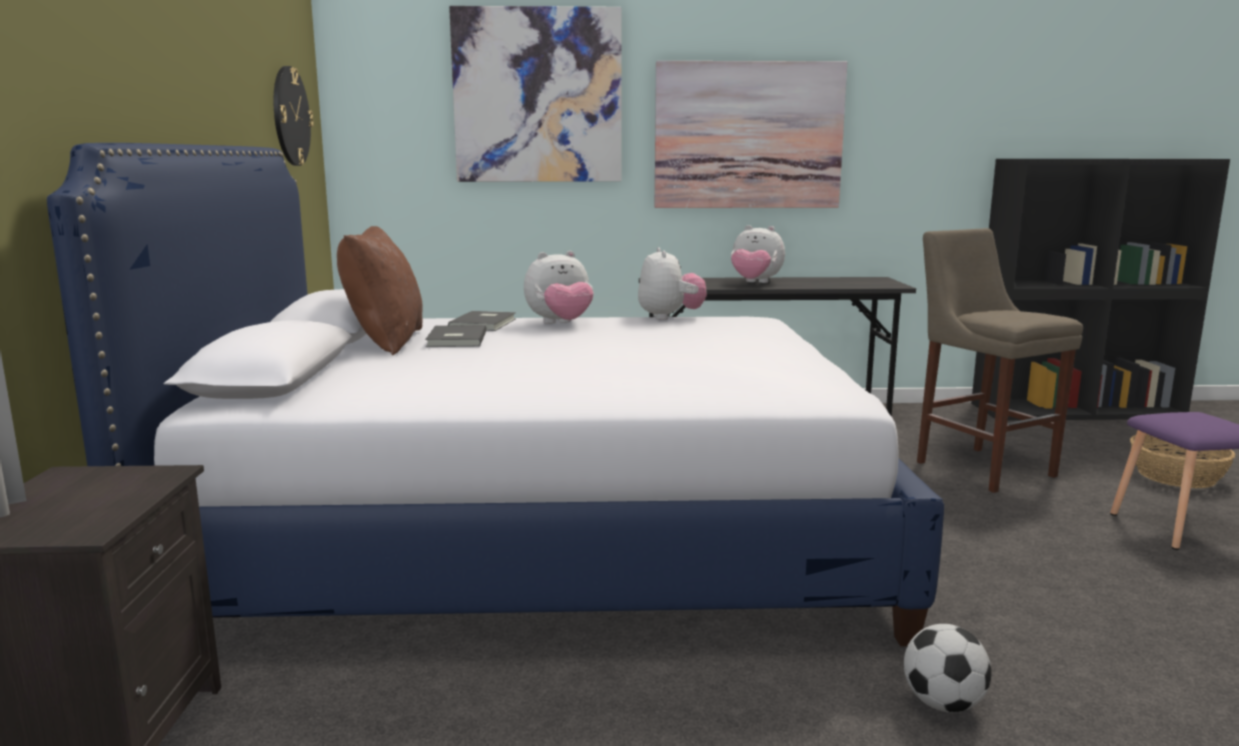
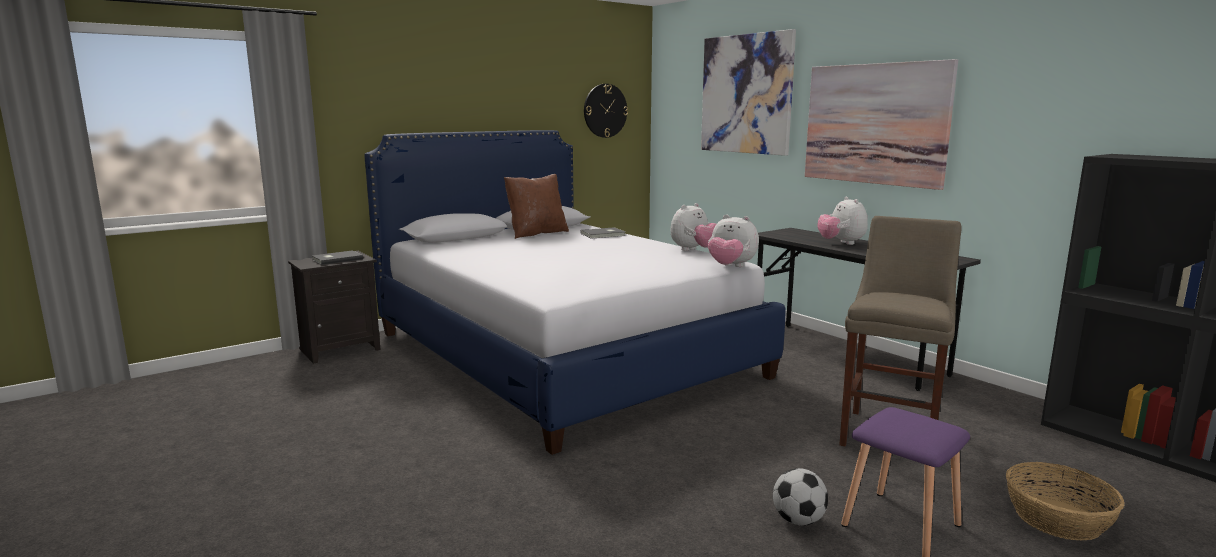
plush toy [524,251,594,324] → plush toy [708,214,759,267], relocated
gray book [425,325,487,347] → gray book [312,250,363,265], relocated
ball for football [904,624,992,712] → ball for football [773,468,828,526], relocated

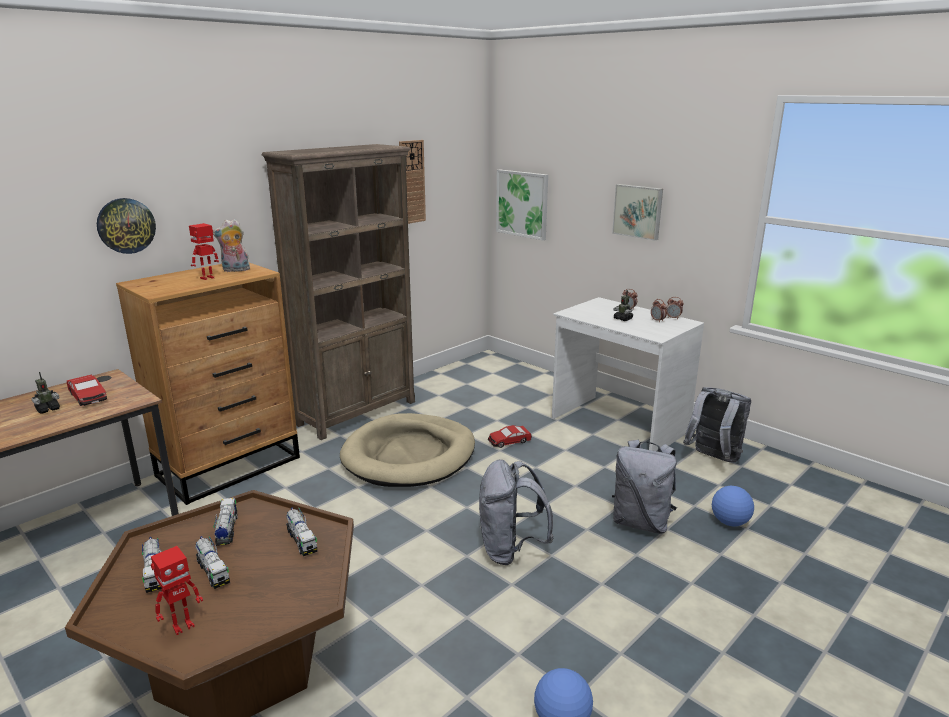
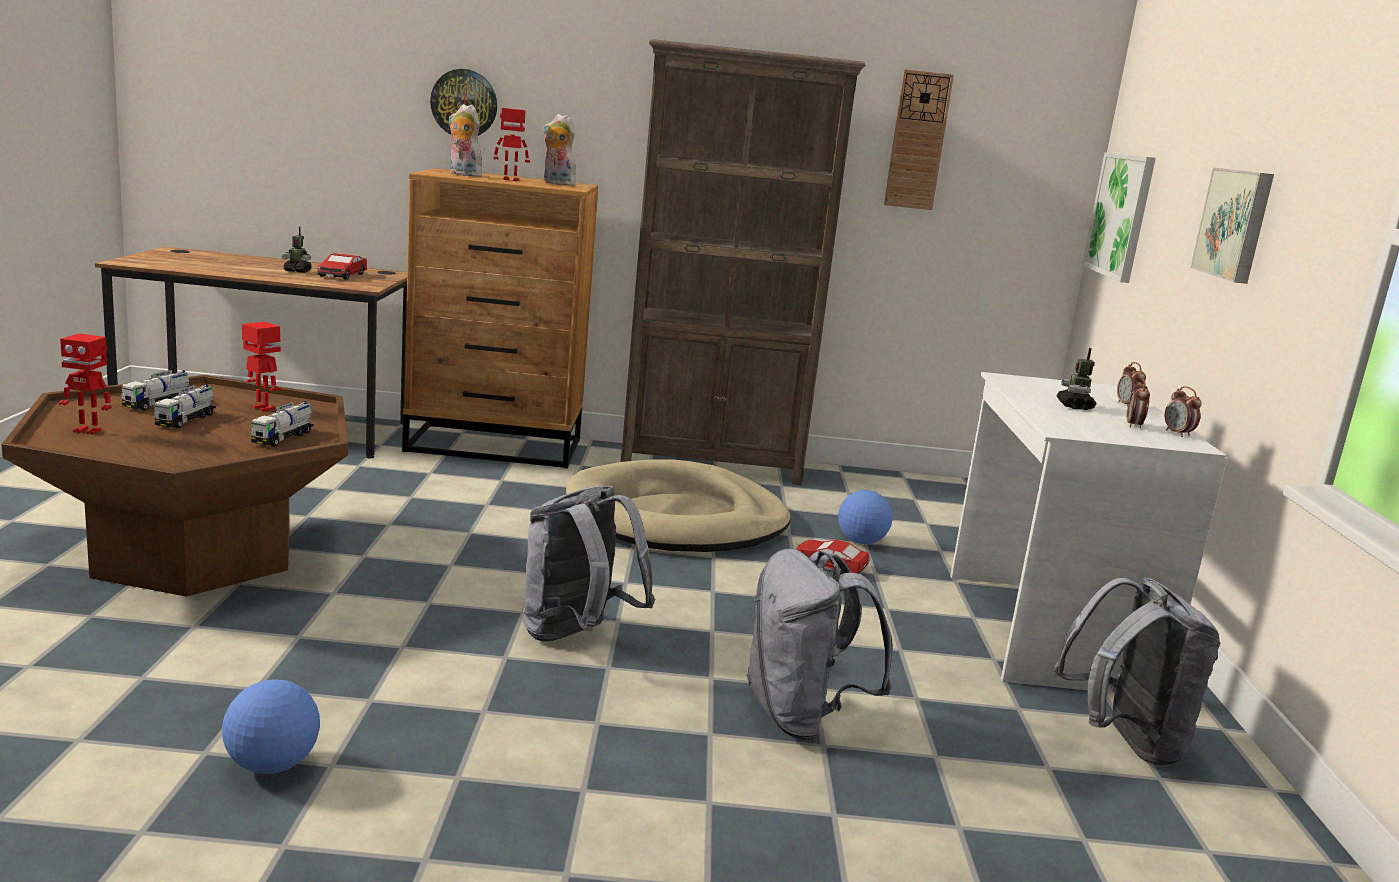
ball for football [712,486,754,526] → ball for football [838,490,893,544], relocated
model truck [213,498,238,546] → robot figure [242,322,281,411]
- → plush toy [448,104,482,177]

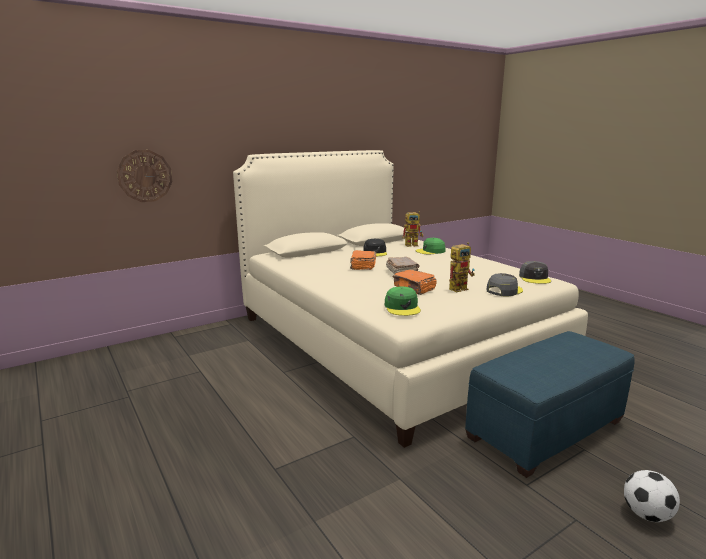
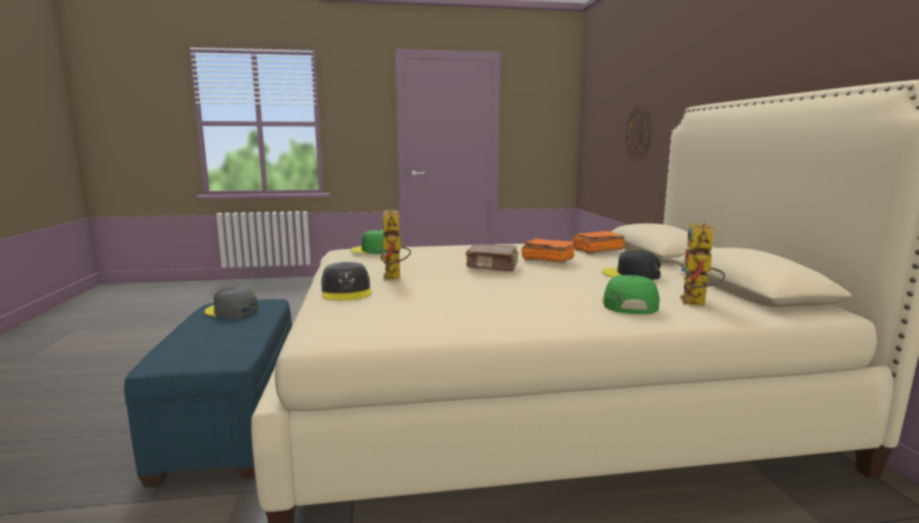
gray baseball cap [519,261,551,284] → gray baseball cap [205,287,259,318], relocated
orange book [393,269,437,295] → orange book [573,231,625,254], relocated
ball for football [624,470,680,522] → -

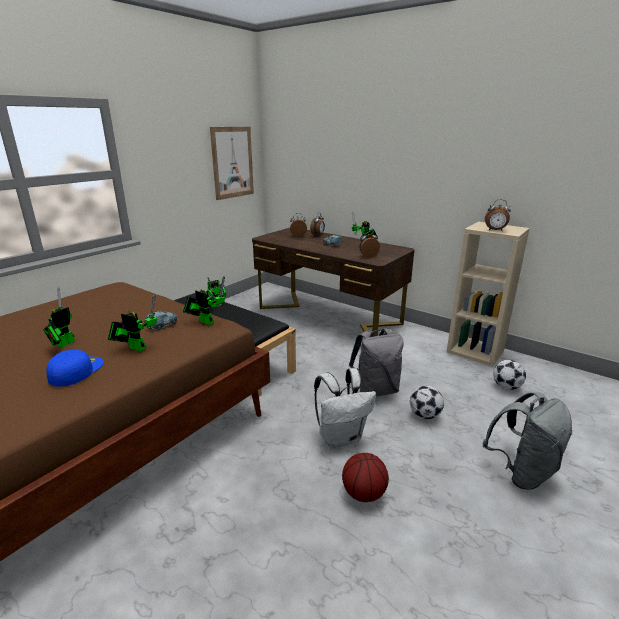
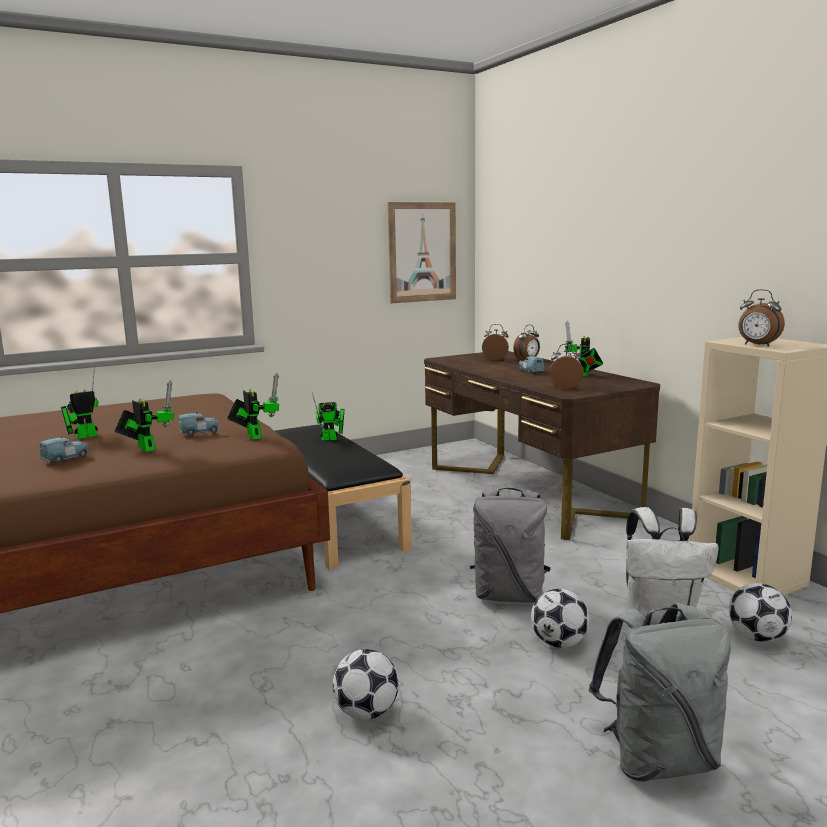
blue baseball cap [47,350,104,387] → blue model car [40,436,88,463]
white backpack [314,368,376,448] → white backpack [626,507,719,623], relocated
basketball ball [342,453,389,502] → ball for football [332,649,399,720]

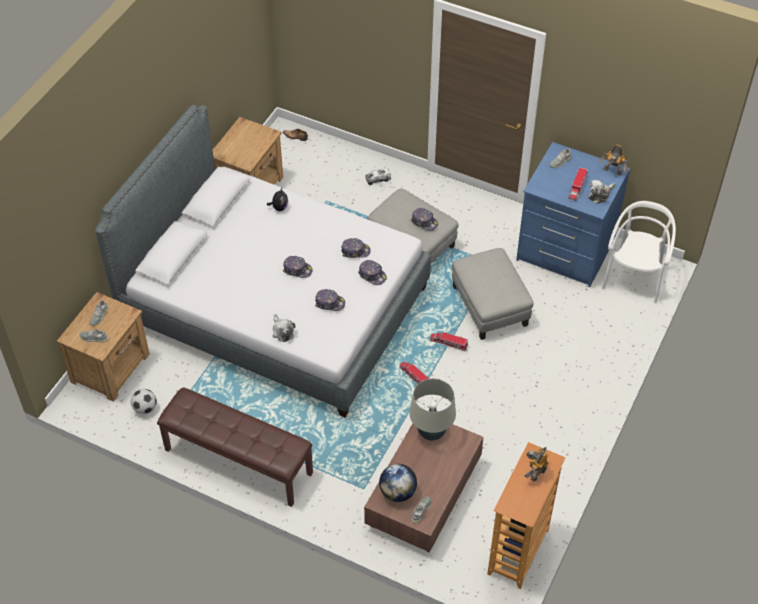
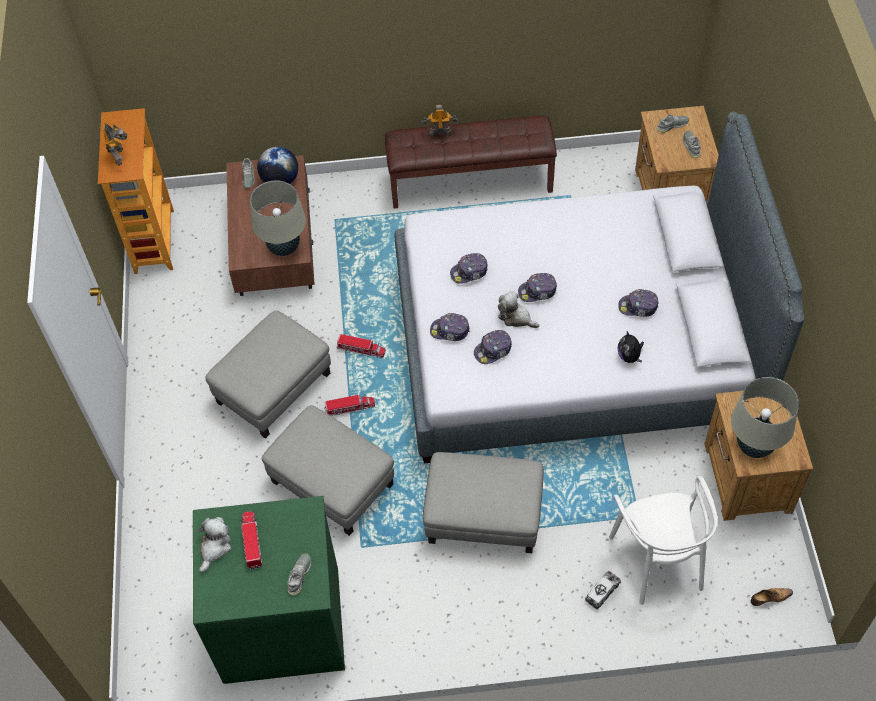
blue dresser [516,142,630,287] → greenish dresser [193,496,345,684]
robot figure [599,144,628,176] → robot figure [422,105,458,138], relocated
white upright chair [602,201,676,303] → white upright chair [609,476,718,605], relocated
baseball cap [411,208,438,231] → baseball cap [618,289,658,317], relocated
plush toy [273,314,295,342] → plush toy [498,291,539,328], relocated
ball for football [131,389,157,414] → -
- → gray ottoman [205,311,331,439]
- → sand-coloured tabletop lamp [731,377,799,458]

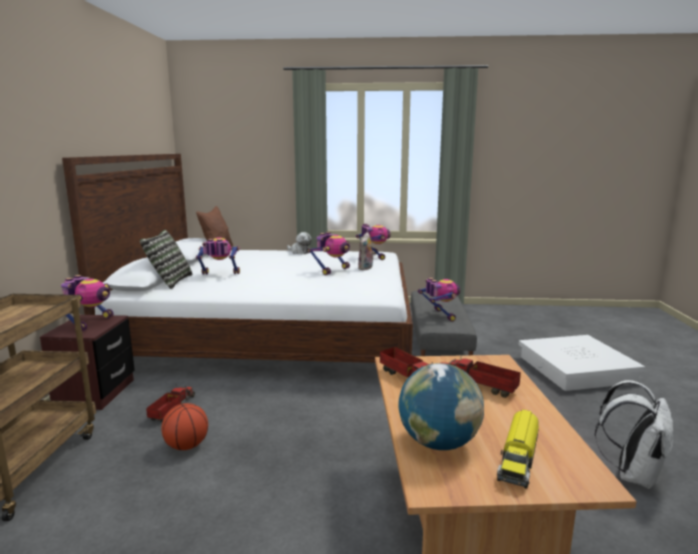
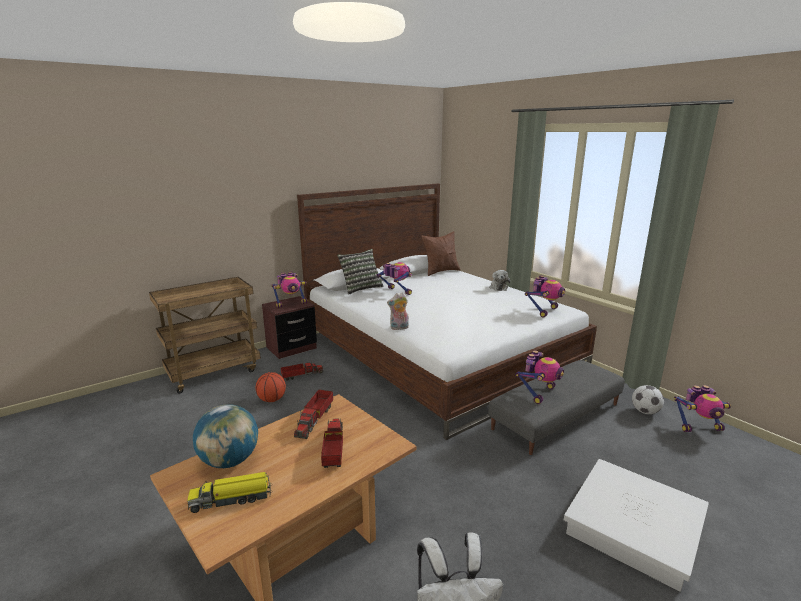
robot figure [308,232,350,275] → robot figure [674,385,731,432], relocated
plush toy [358,232,375,270] → plush toy [387,292,409,330], relocated
- → ball for football [632,385,664,414]

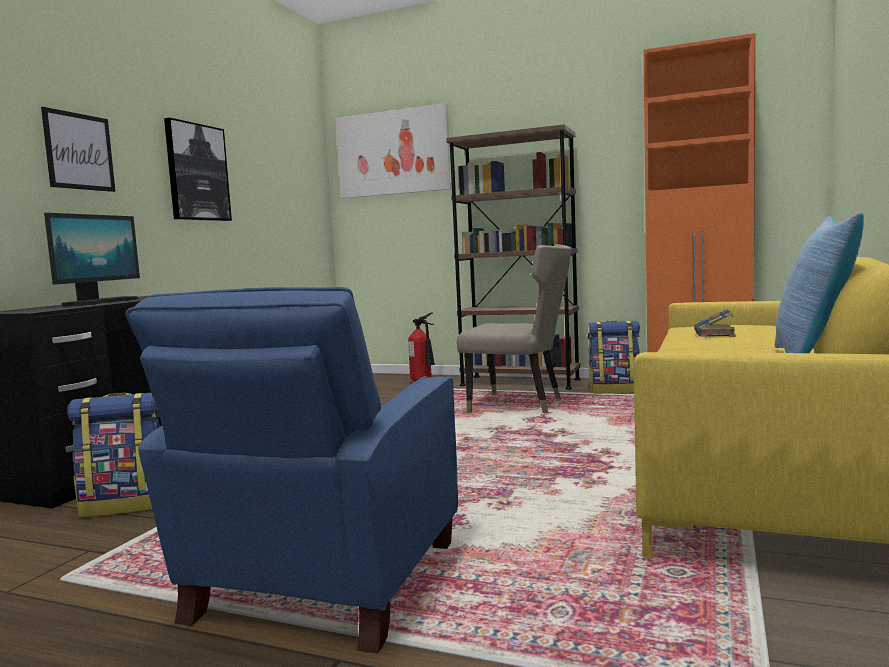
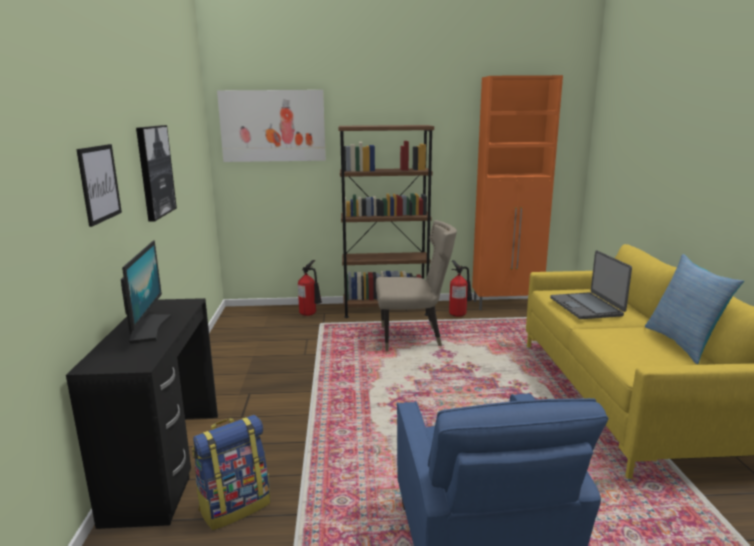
book [694,309,736,337] → portable computer [550,250,632,319]
backpack [587,320,640,394] → fire-fighting cylinder [449,260,472,317]

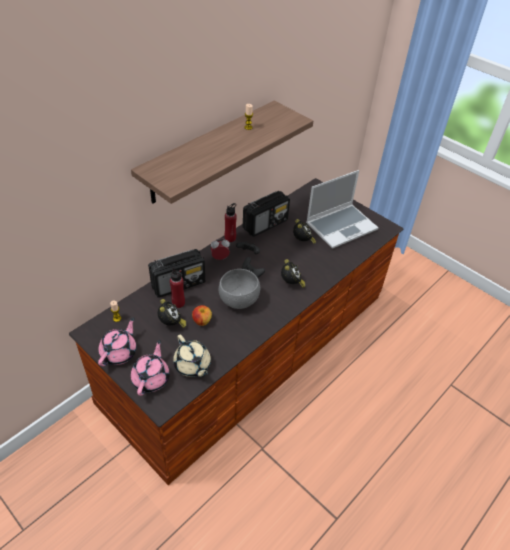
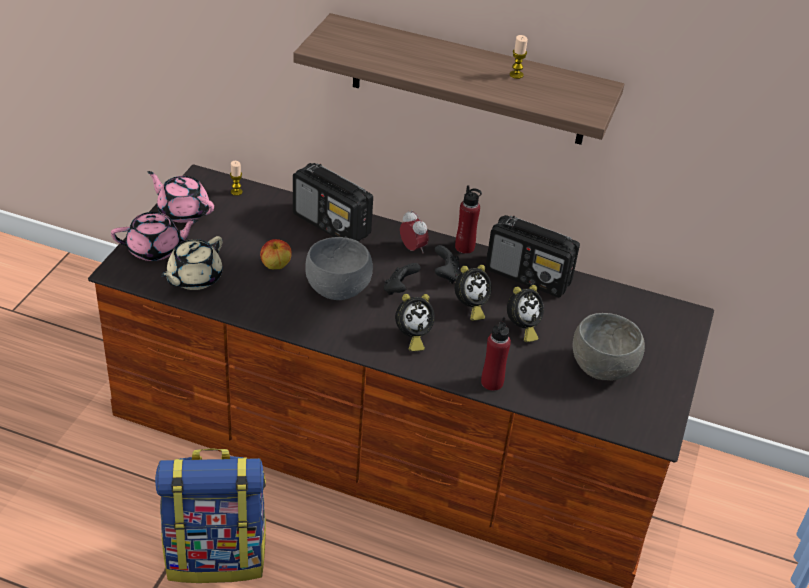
portable computer [306,170,378,249] → gray bowl [572,313,645,381]
reddish drink bottle [170,267,185,308] → reddish drink bottle [481,317,511,391], relocated
alarm clock [158,299,186,328] → alarm clock [455,265,492,321], relocated
pink-coloured pot for tea [98,317,137,366] → pink-coloured pot for tea [148,171,214,223], 150 degrees counterclockwise
- → backpack [155,448,266,583]

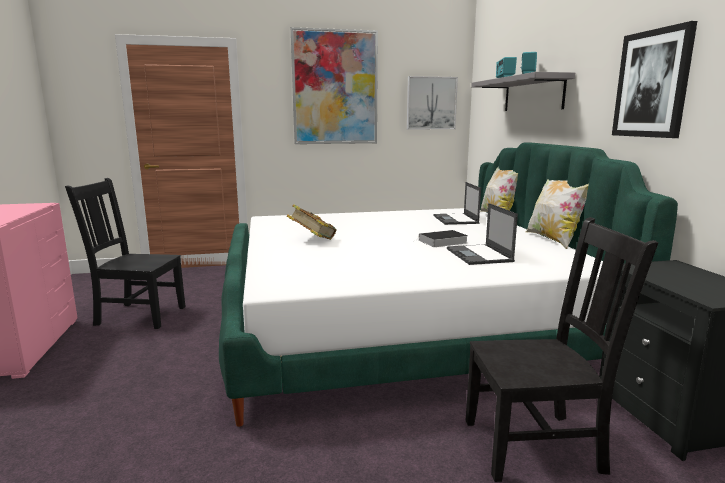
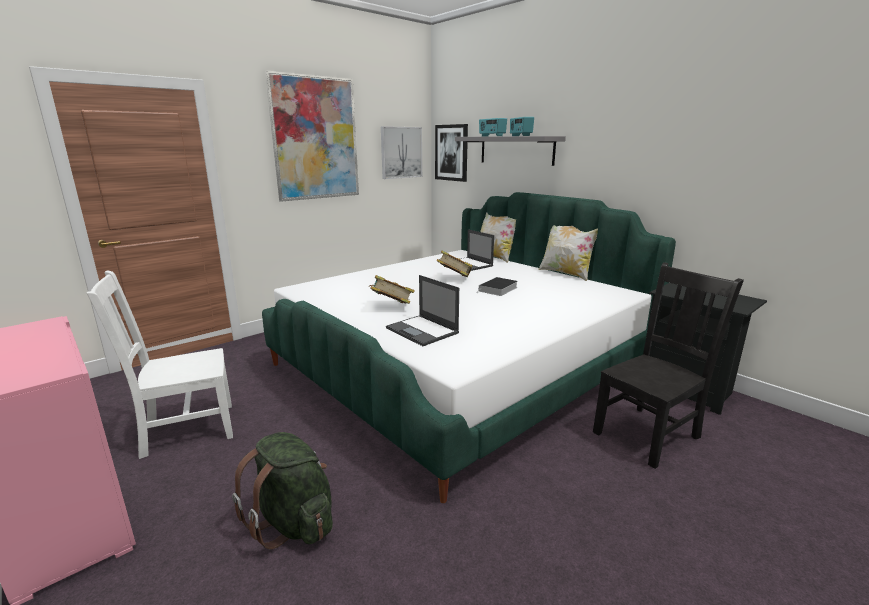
wall art [612,21,697,138] → wall art [435,124,468,182], relocated
black upright chair [65,178,186,329] → white upright chair [87,270,233,459]
portable computer [447,203,518,265] → portable computer [386,275,459,346], relocated
- → book [436,250,472,277]
- → greenish backpack [232,432,333,549]

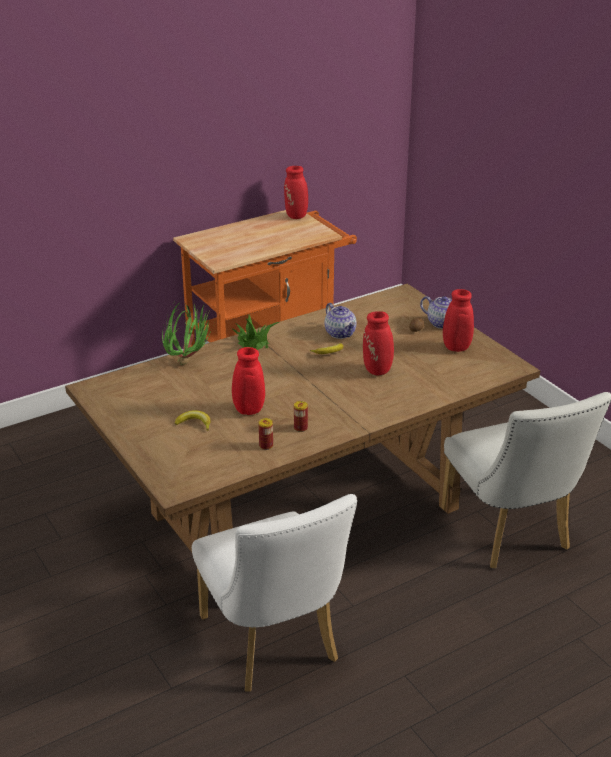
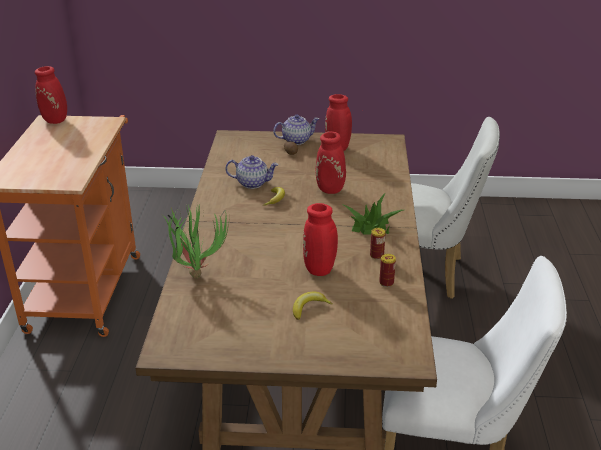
plant in a pot [231,315,279,350] → plant in a pot [341,193,403,235], relocated

